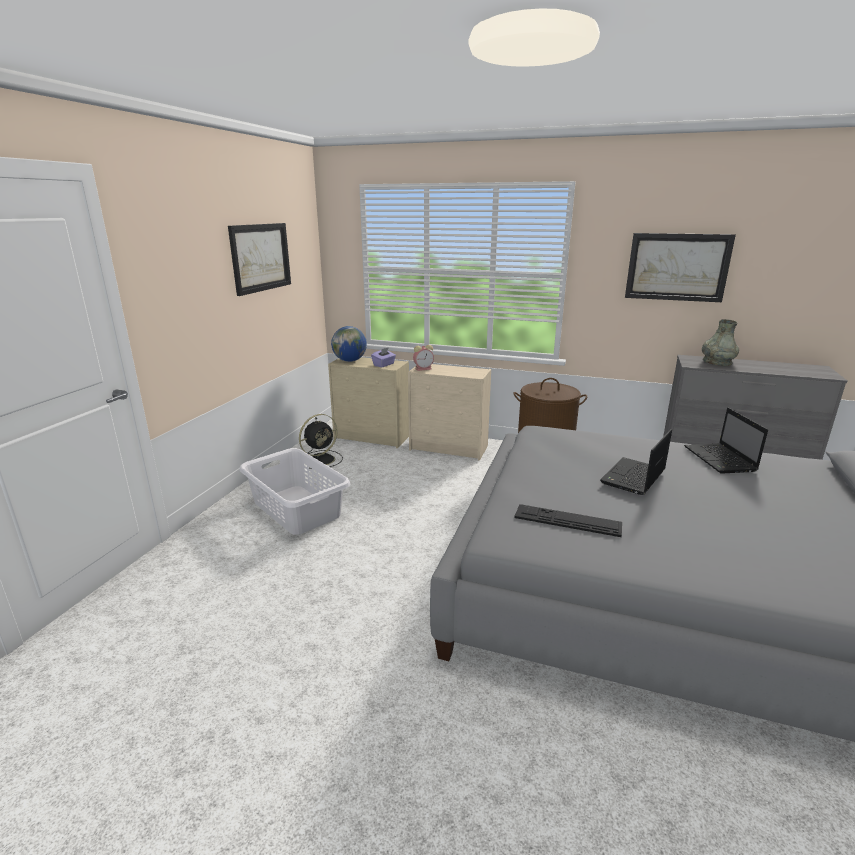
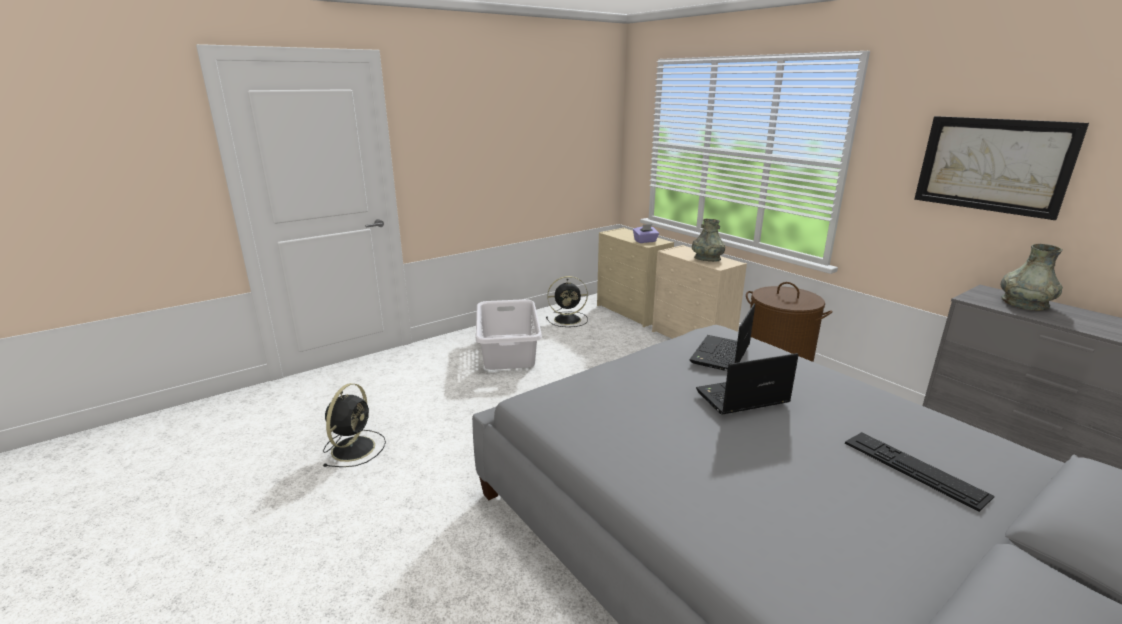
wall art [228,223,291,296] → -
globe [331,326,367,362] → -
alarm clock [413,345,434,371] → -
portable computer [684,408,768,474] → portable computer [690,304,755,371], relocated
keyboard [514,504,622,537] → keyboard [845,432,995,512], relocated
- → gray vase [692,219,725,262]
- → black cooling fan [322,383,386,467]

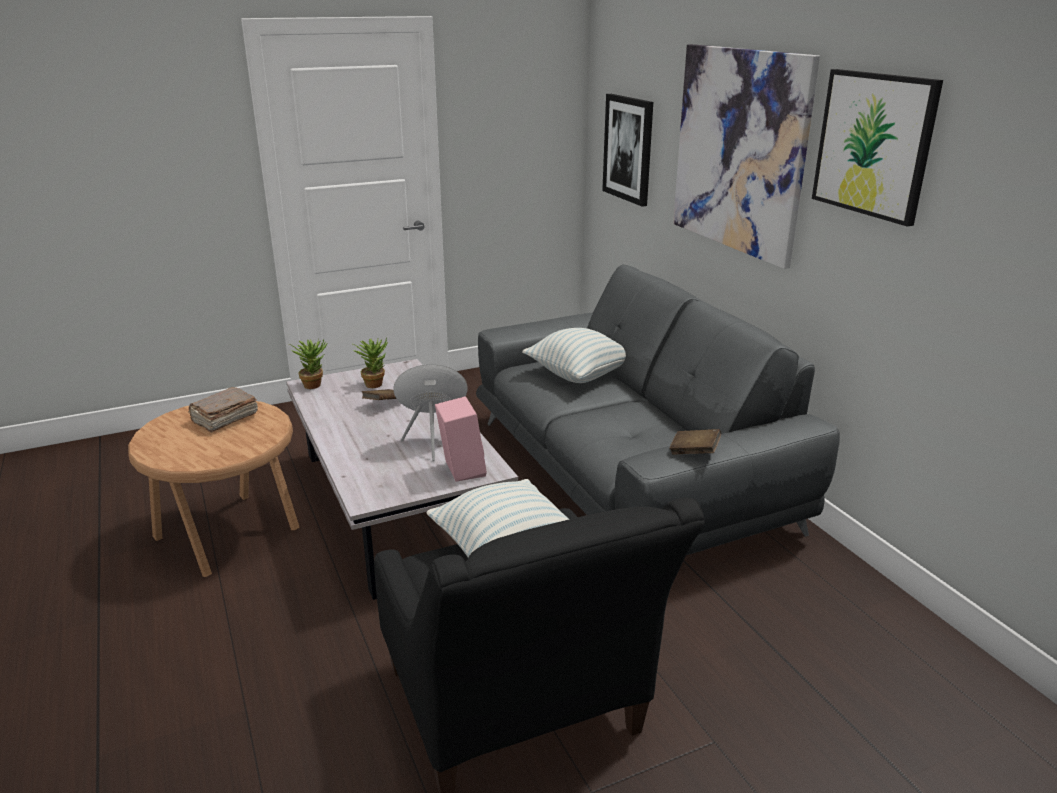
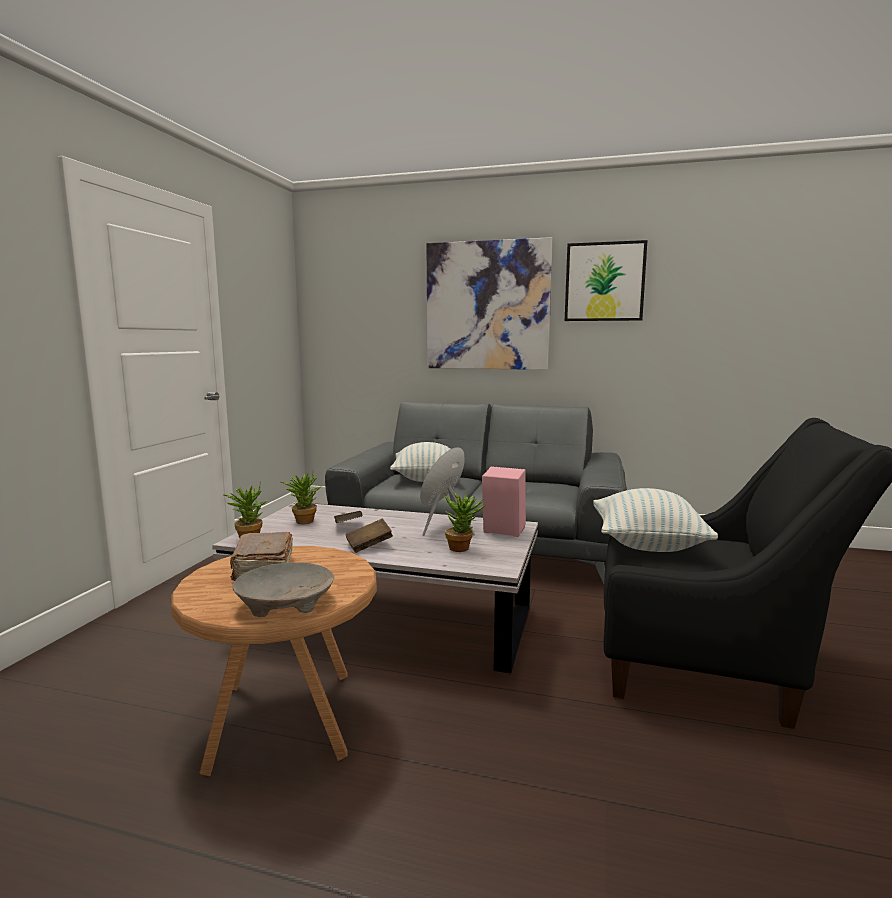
wall art [602,94,653,207] → -
brownish book [669,429,721,455] → brownish book [346,519,393,553], relocated
- → plant in a pot [444,493,486,552]
- → sand-coloured bowl [232,562,334,617]

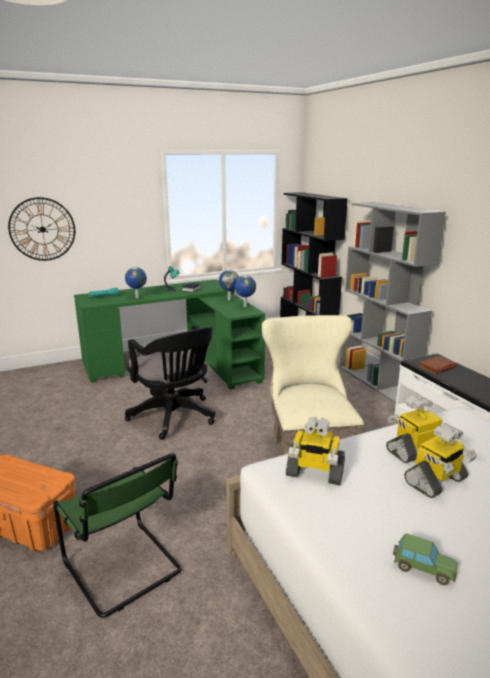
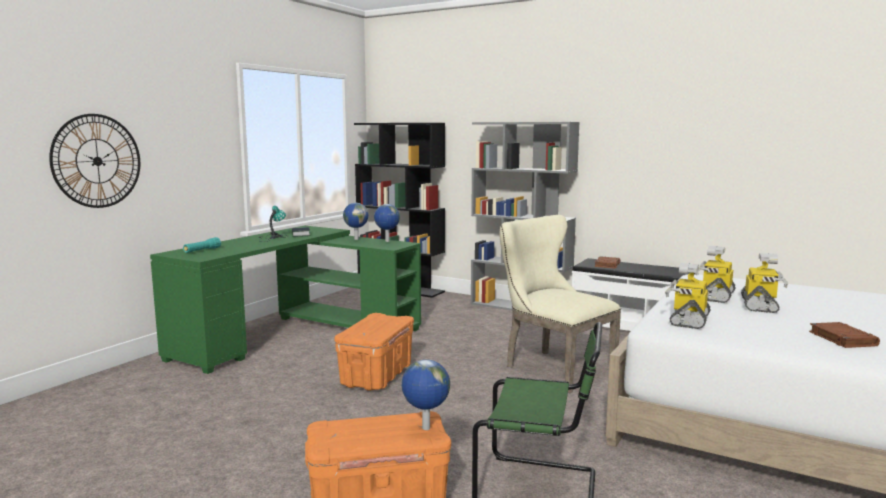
globe [125,267,147,298] → globe [401,359,450,430], relocated
black office chair [125,325,215,440] → orange storage container [334,313,414,391]
robot figure [286,417,345,485] → robot figure [665,263,710,329], 135 degrees clockwise
model car [393,533,458,585] → brownish book [809,322,880,348]

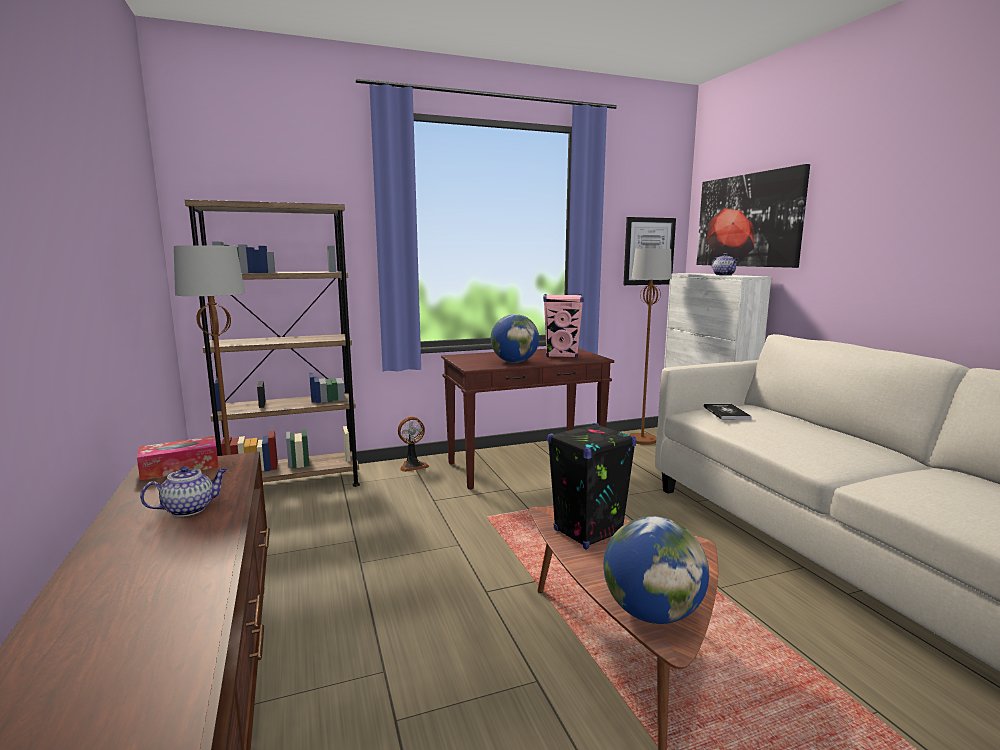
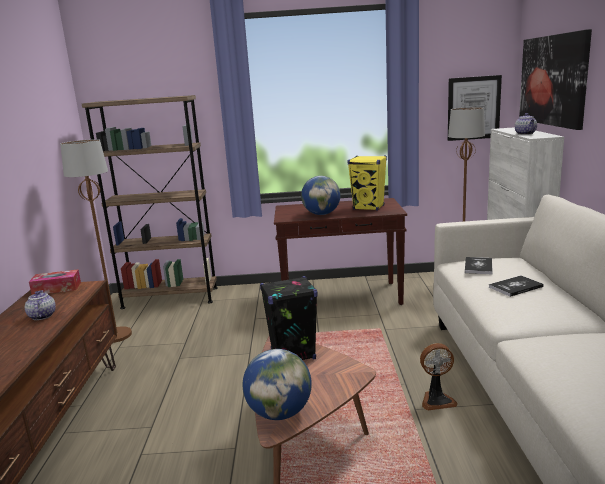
pink-coloured loudspeaker [543,294,584,358] → yellow loudspeaker [347,156,387,211]
cooling fan [398,417,429,472] → cooling fan [420,343,458,411], relocated
pot for tea [140,466,227,517] → pot for tea [25,290,56,320], 90 degrees counterclockwise
- → book [489,275,544,297]

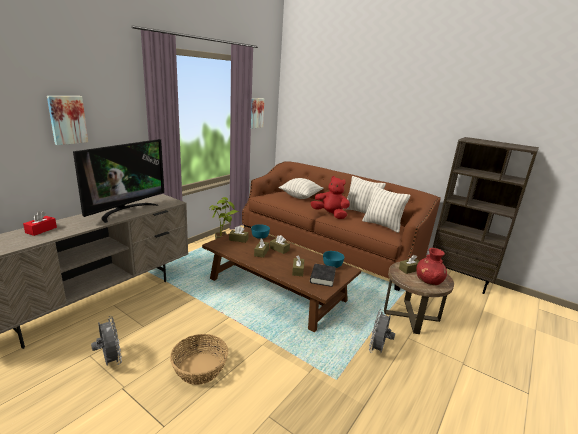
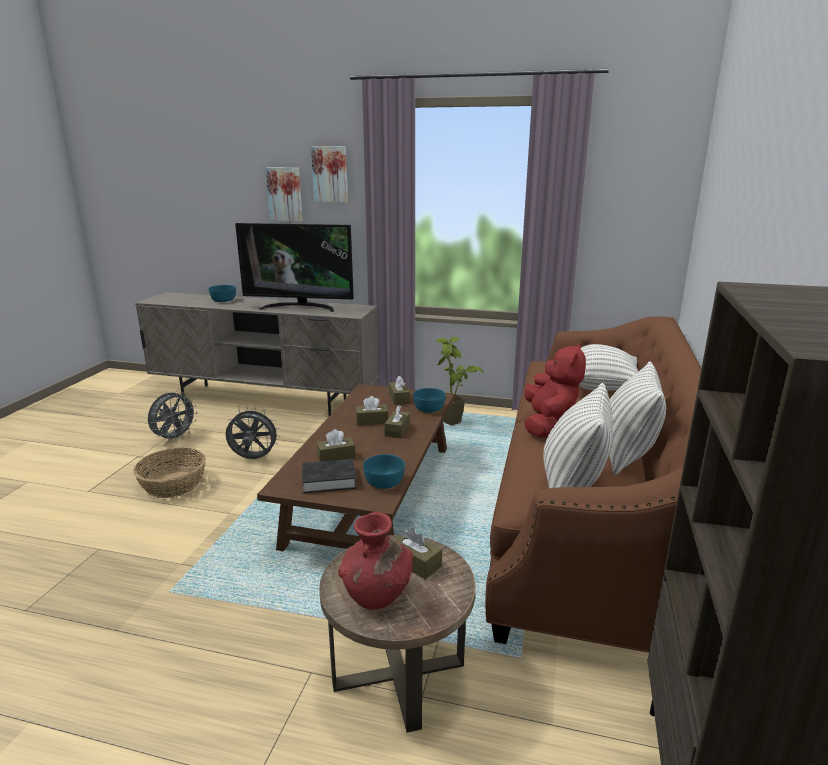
wall art [251,98,264,129] → wall art [311,146,348,202], relocated
reddish box of tissues [23,211,57,236] → blue-green bowl [208,285,236,302]
gray cooling fan [369,309,395,353] → gray cooling fan [226,407,280,459], relocated

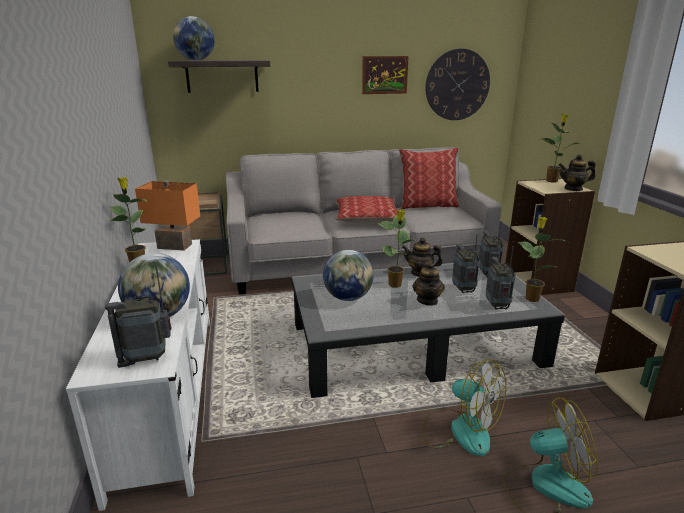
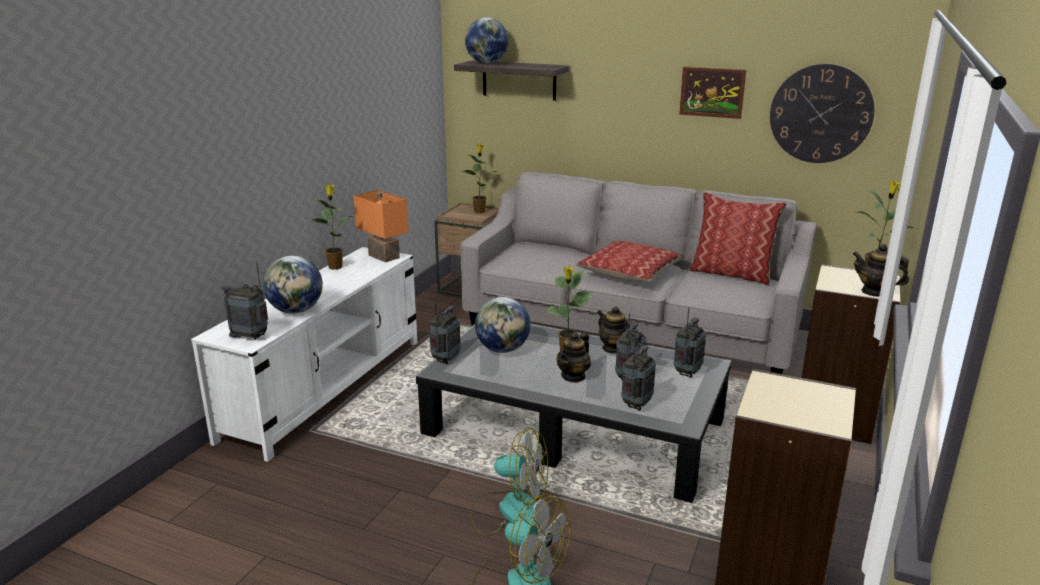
plant in a pot [518,217,568,302] → plant in a pot [461,144,497,213], relocated
cooling fan [422,359,506,456] → cooling fan [470,427,548,536], 60 degrees counterclockwise
- → radio set [429,296,461,364]

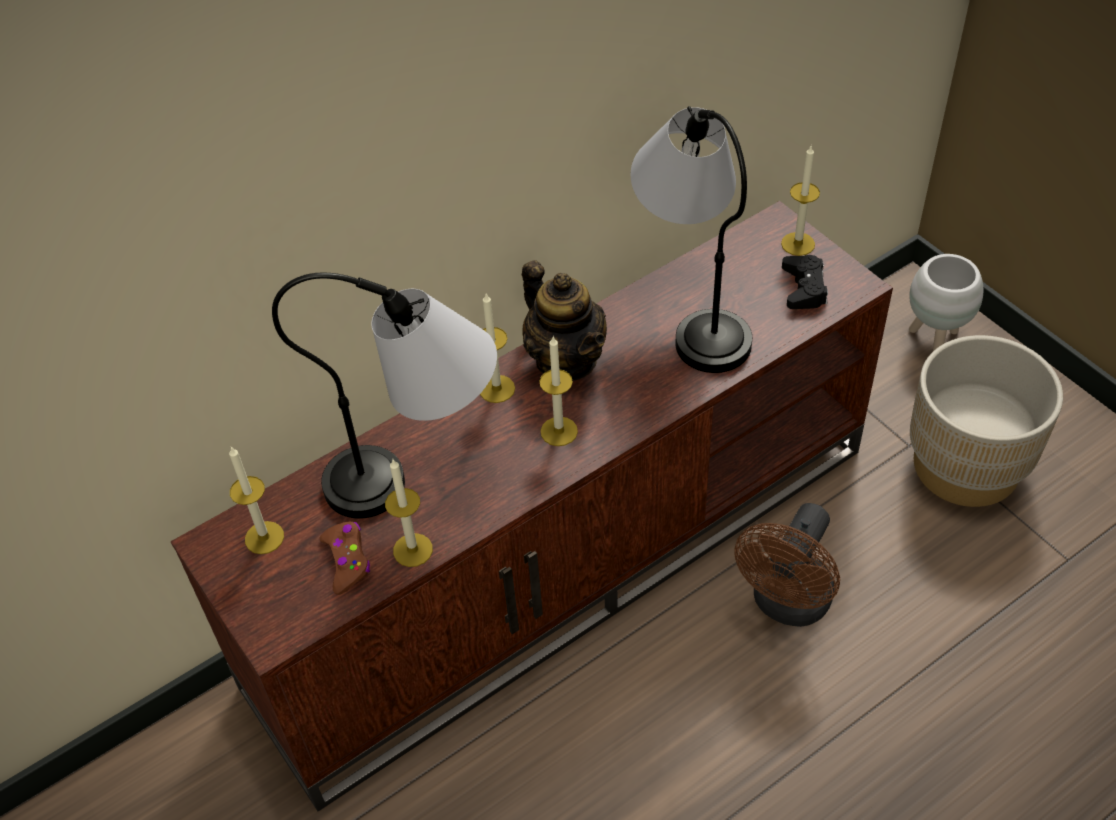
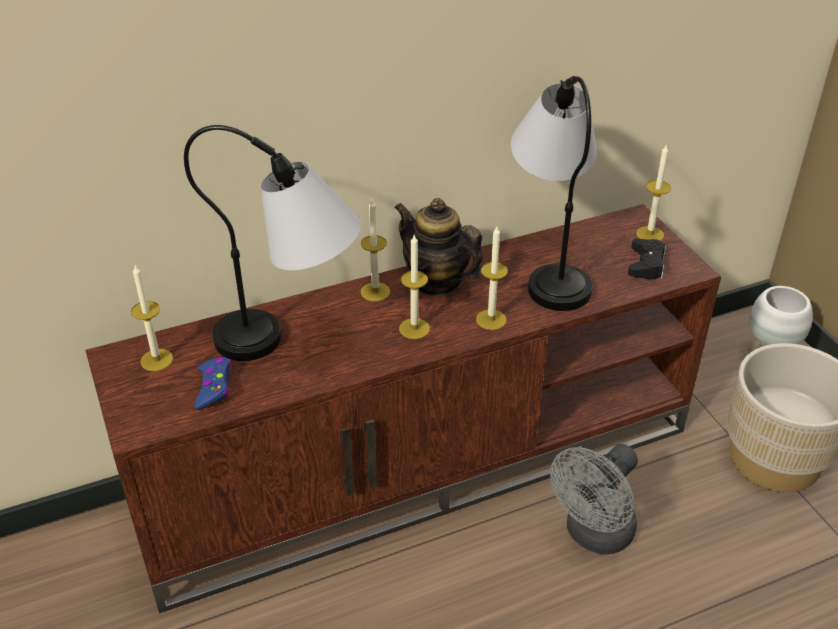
pot for tea [522,260,607,380] → pot for tea [394,198,483,296], 150 degrees clockwise
wax light [385,459,433,567] → wax light [476,226,508,330], relocated
brownish cooling fan [734,503,840,627] → gray cooling fan [550,444,638,555]
brownish game controller [319,522,370,595] → blue game controller [194,357,231,410]

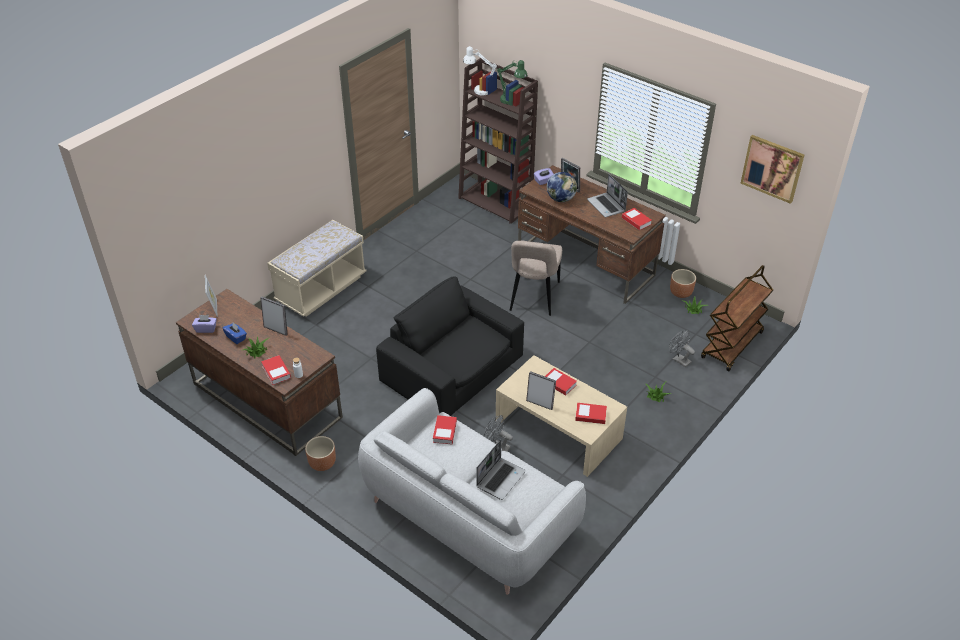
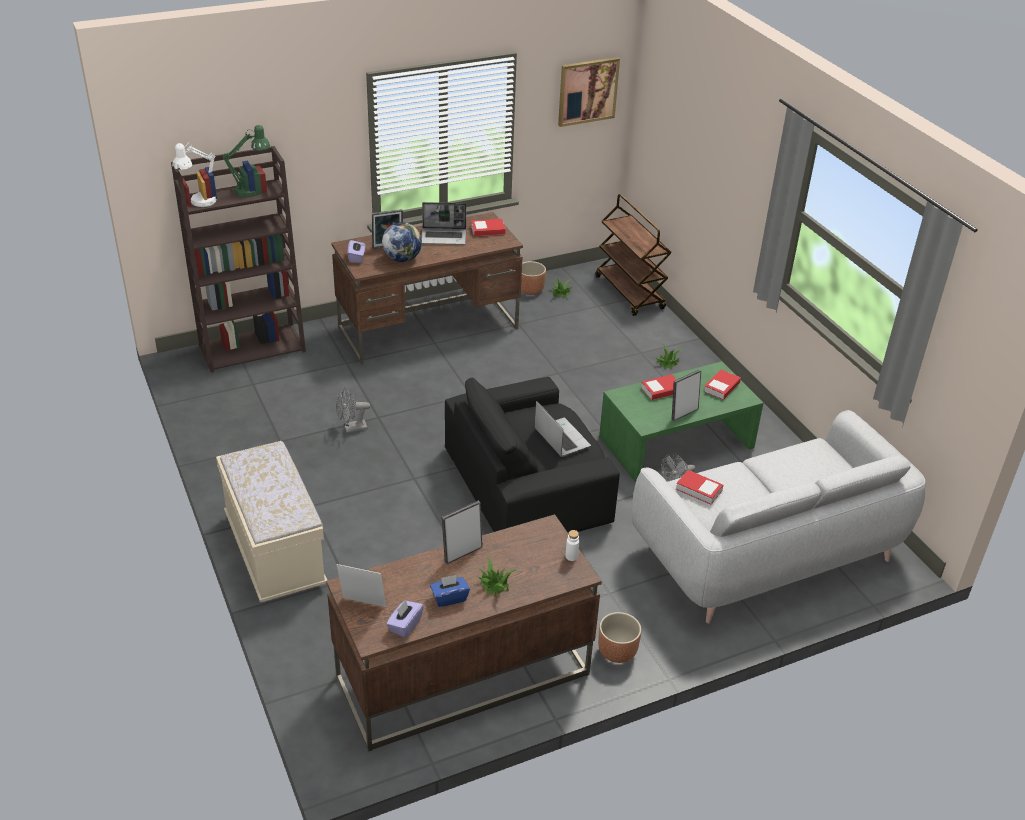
sand-coloured upright chair [510,240,562,316] → -
gray cooling fan [669,330,695,368] → gray cooling fan [336,387,370,433], relocated
book [261,355,291,385] → -
sand-coloured lounge table [496,355,627,477] → greenish lounge table [599,362,763,482]
portable computer [476,440,526,500] → portable computer [535,401,591,457], relocated

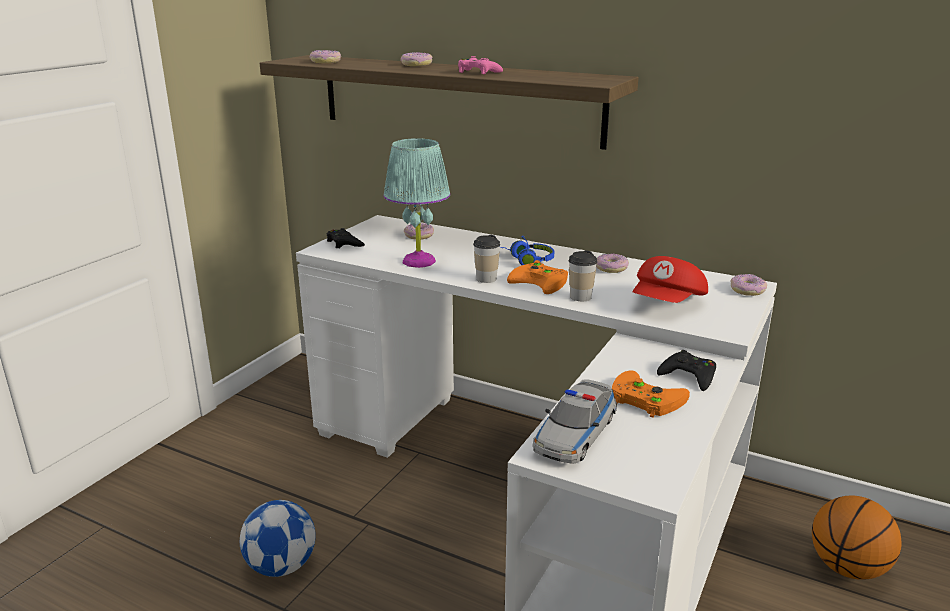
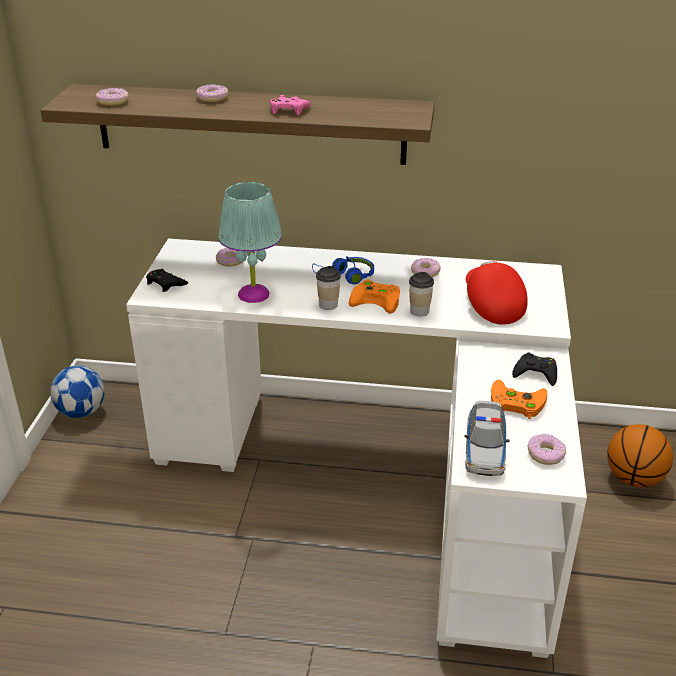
reddish baseball cap [633,256,708,303] → reddish baseball cap [466,261,528,325], 150 degrees clockwise
donut [730,274,767,296] → donut [527,434,566,465], relocated
ball for football [240,500,316,577] → ball for football [50,366,105,418], relocated

